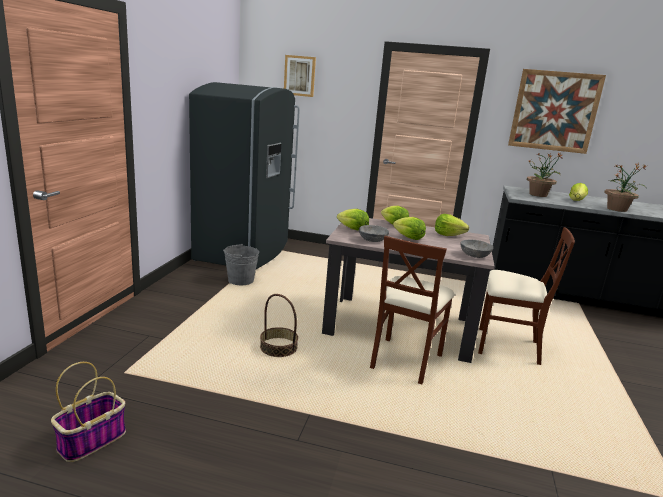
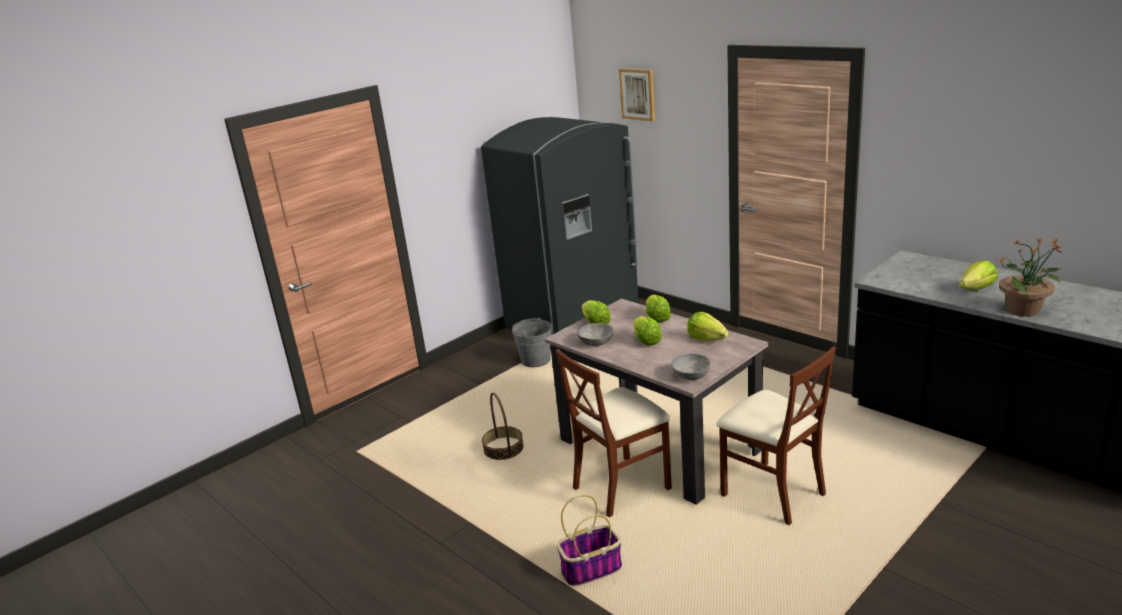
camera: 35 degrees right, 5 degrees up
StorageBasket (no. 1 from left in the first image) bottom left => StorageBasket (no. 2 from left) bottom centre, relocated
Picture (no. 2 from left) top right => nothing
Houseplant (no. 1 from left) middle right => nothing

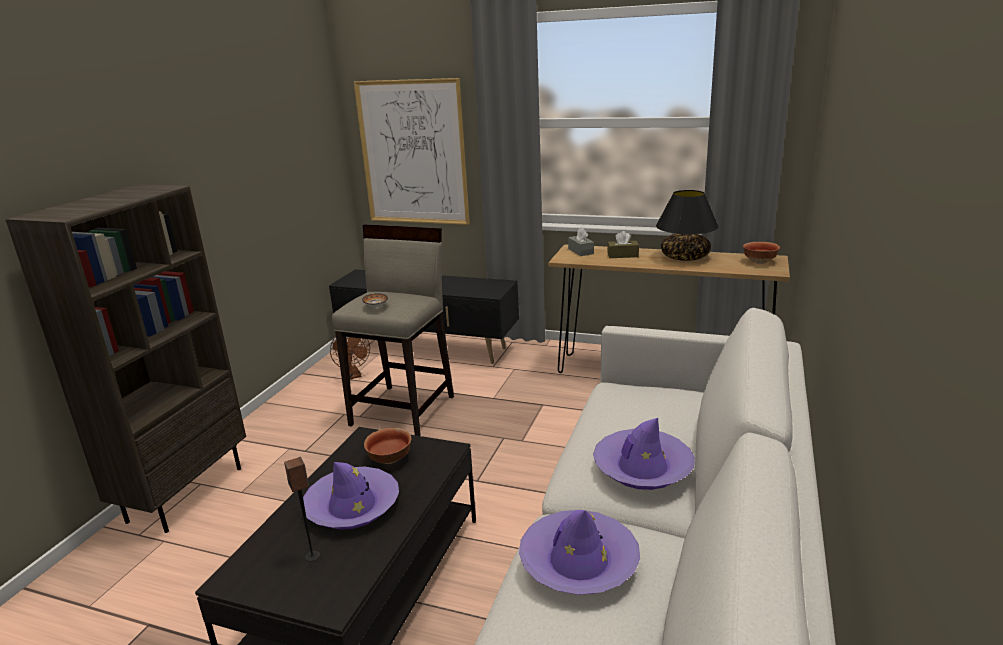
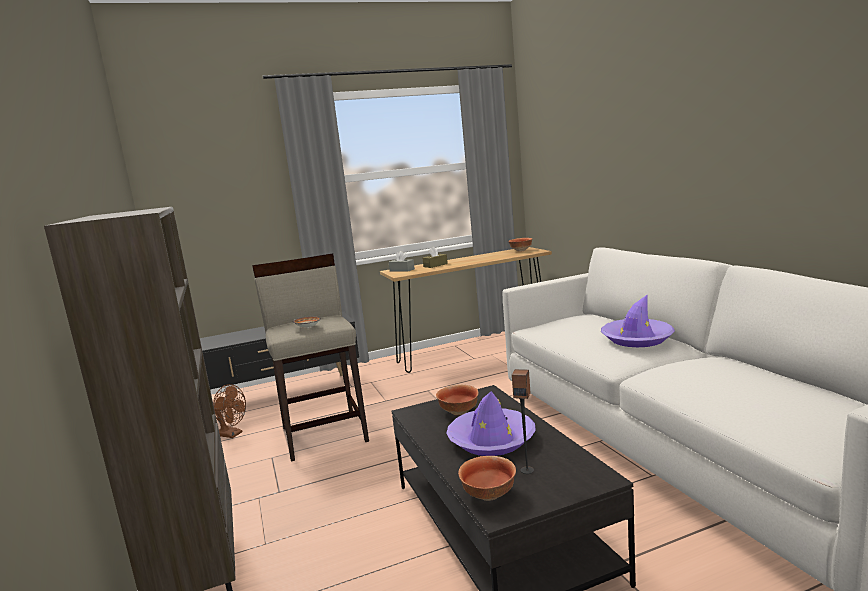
camera: 40 degrees left, 10 degrees down
Picture top centre => nothing
PurpleColouredWearableHat (no. 2 from left) bottom centre => nothing
BlackColouredLampForATable middle right => nothing
nothing => DeepDish (no. 3 from left) bottom centre

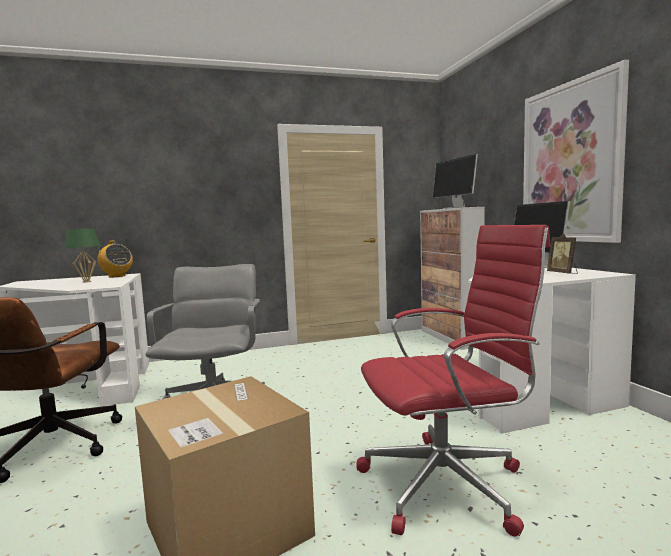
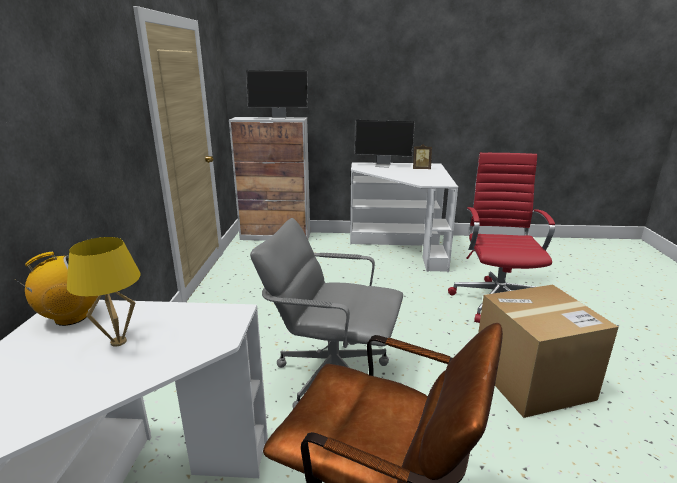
camera: 70 degrees left, 15 degrees up
GreenLampForATable middle left => YellowishLampForATable middle left
Picture top right => nothing

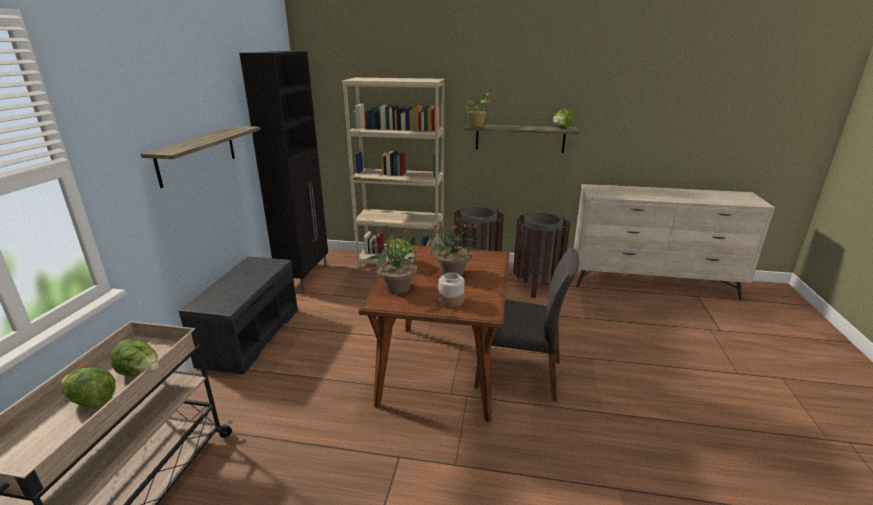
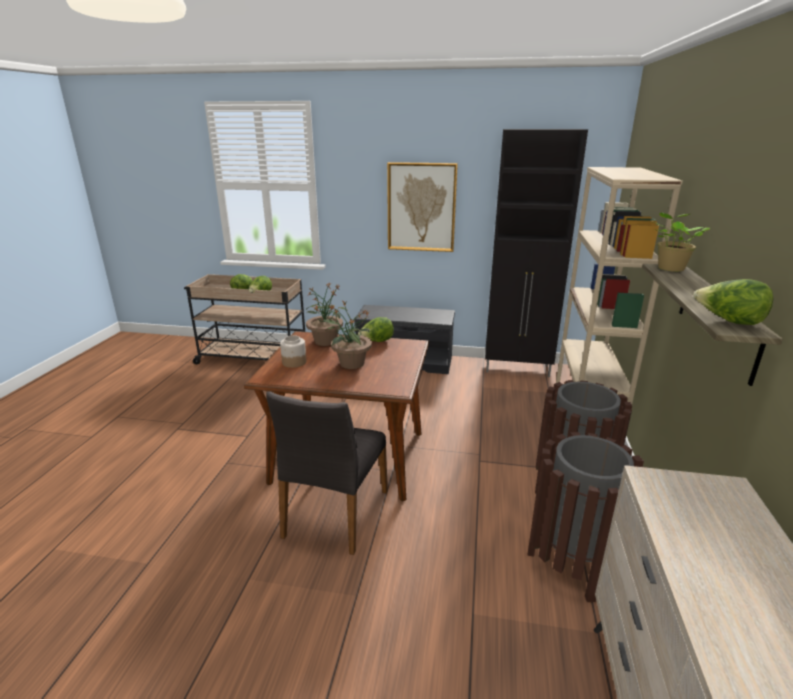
camera: 90 degrees right, 0 degrees up
WallShelf (no. 1 from left) top left => Picture top centre

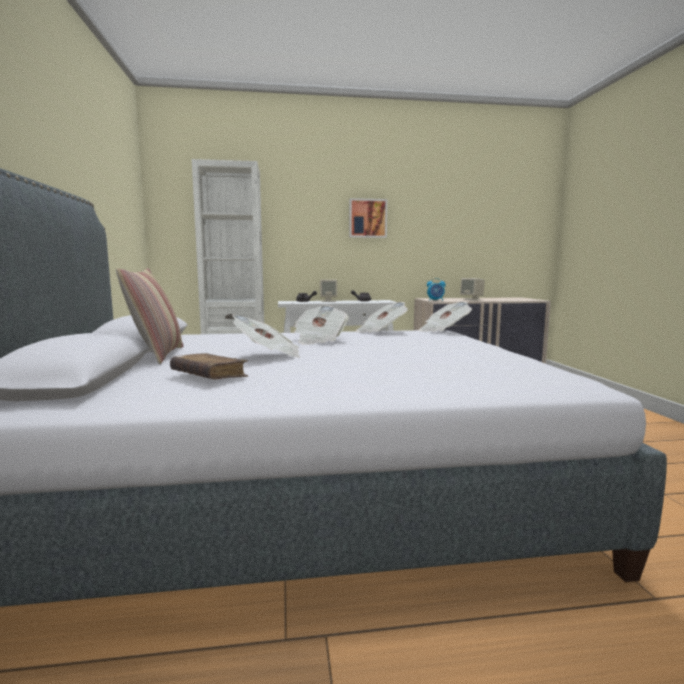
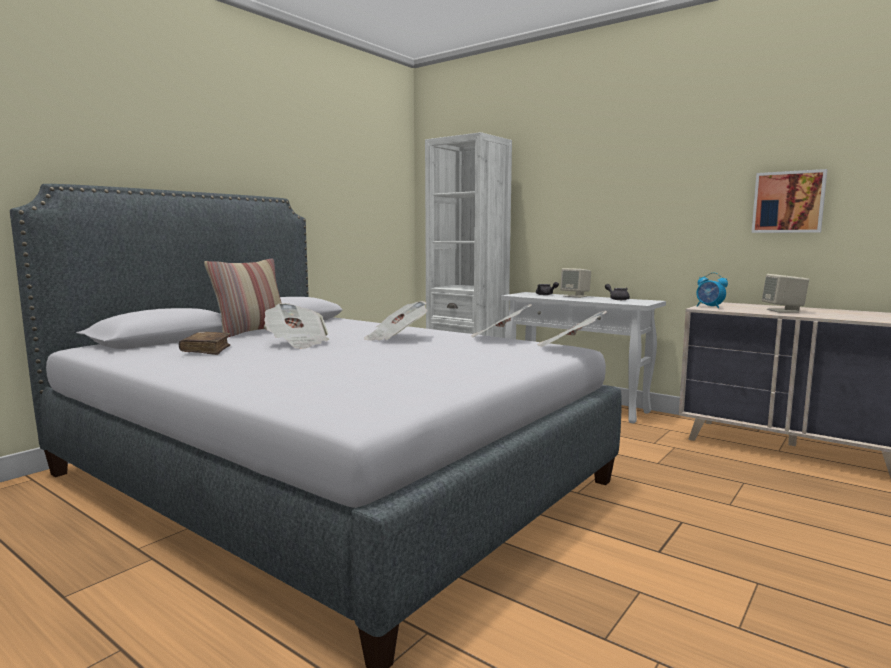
camera: 45 degrees right, 0 degrees up
Picture top centre => Picture top right, relocated

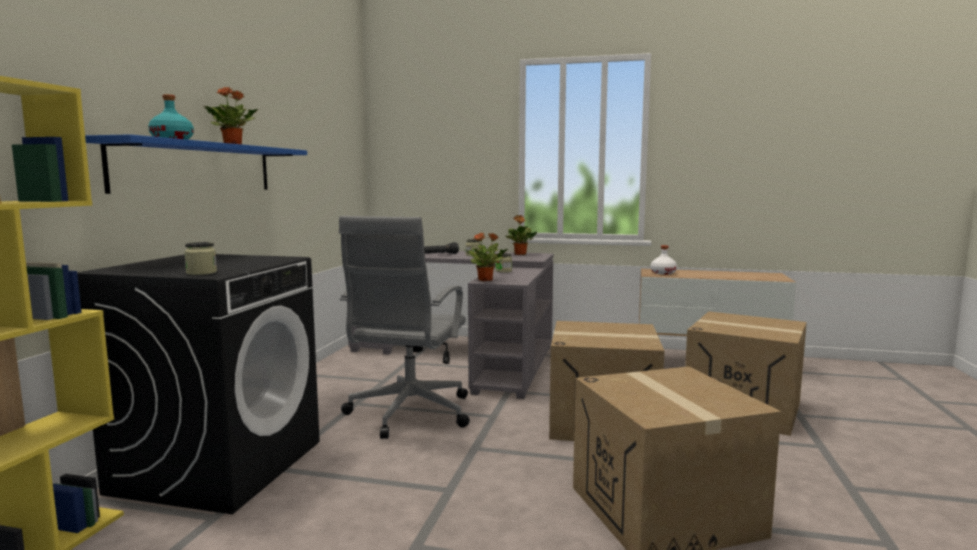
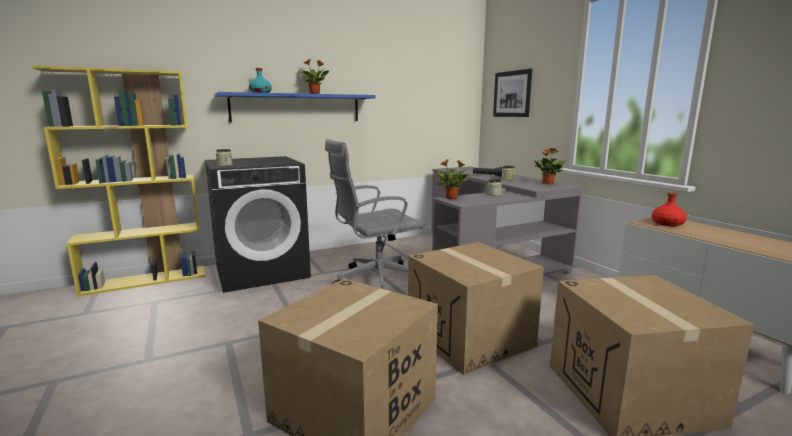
camera: 50 degrees right, 5 degrees up
WhiteBeverageBottle middle right => ReddishBeverageBottle middle right
nothing => Picture top centre

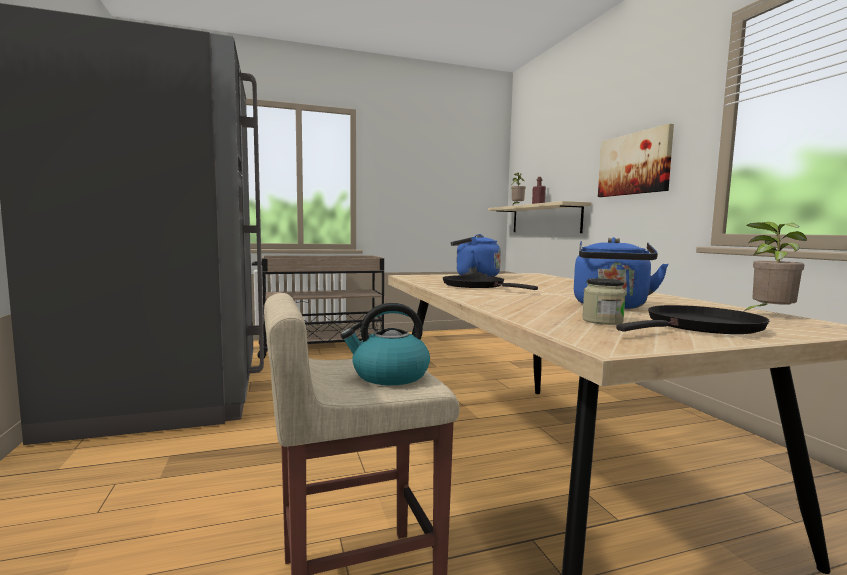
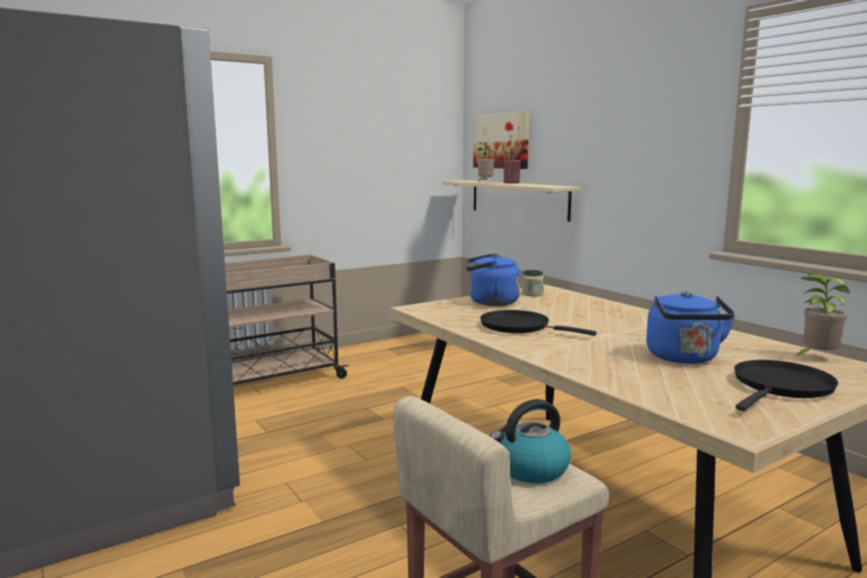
camera: 15 degrees left, 5 degrees up
PreserveJar middle right => PreserveJar centre, relocated
Picture top right => Picture top centre, relocated

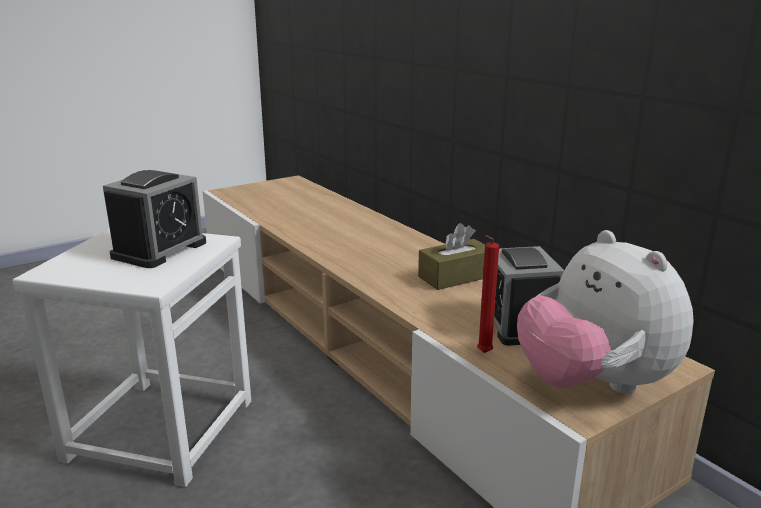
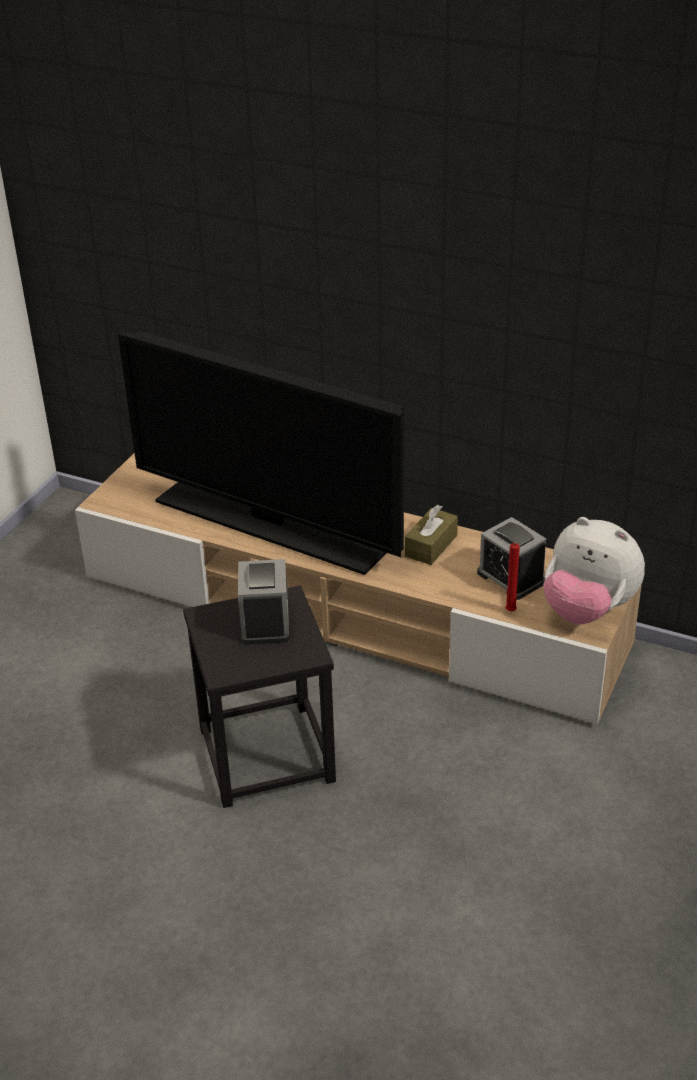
camera: 30 degrees left, 15 degrees up
WhiteSittingStool bottom left => BlackColouredSittingStool centre
nothing => Tv centre

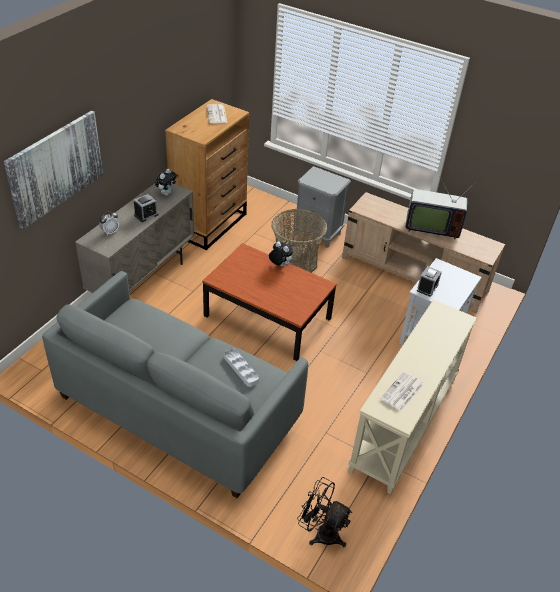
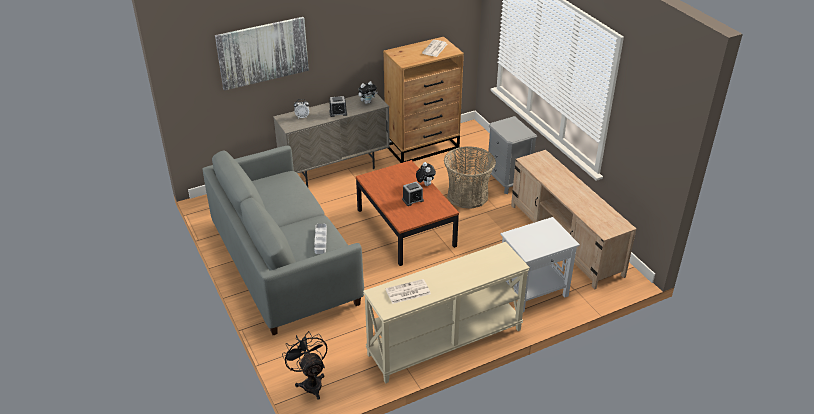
camera: 35 degrees right, 5 degrees down
Tv middle right => nothing
TableClock (no. 3 from left) middle right => TableClock (no. 3 from left) centre, relocated

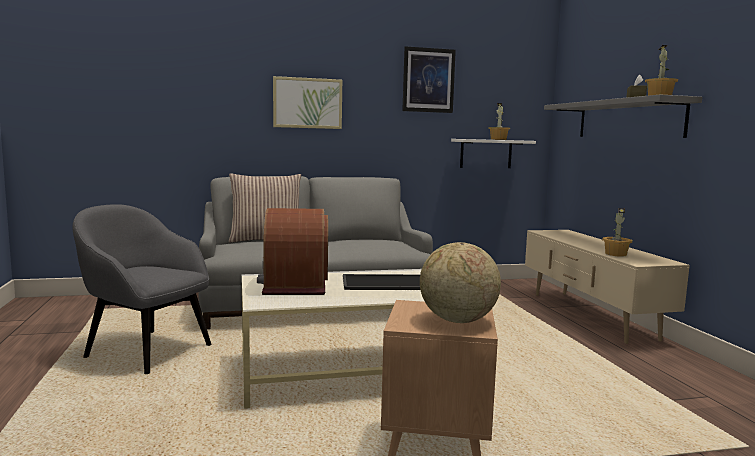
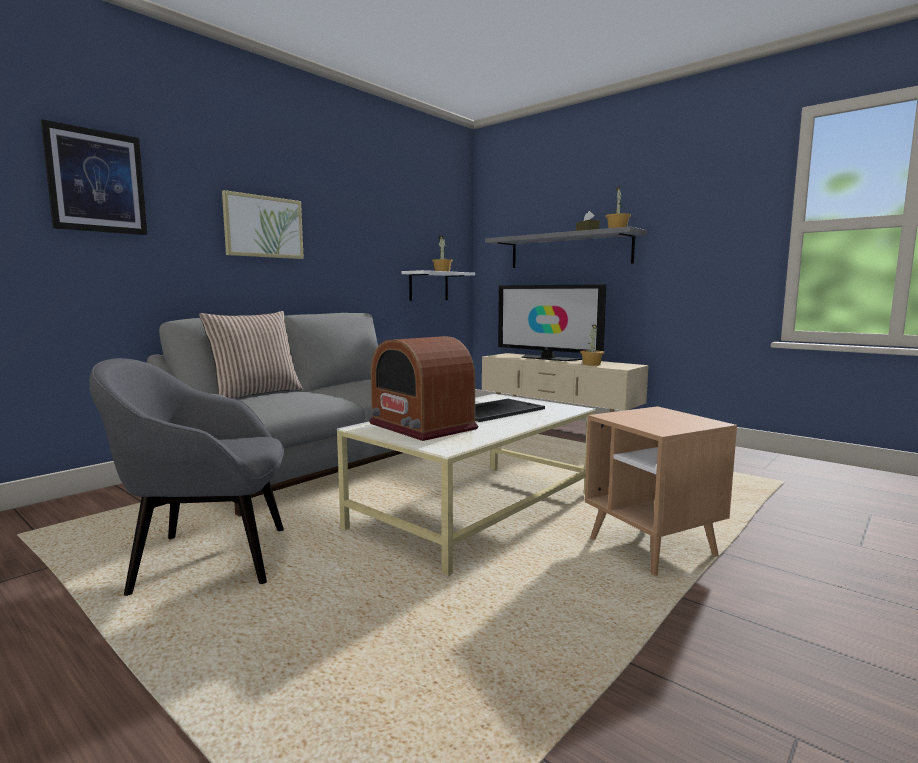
camera: 35 degrees left, 0 degrees up
Picture (no. 2 from left in the first image) top centre => Picture (no. 1 from left) top left, relocated
Globe centre => nothing
nothing => Tv centre

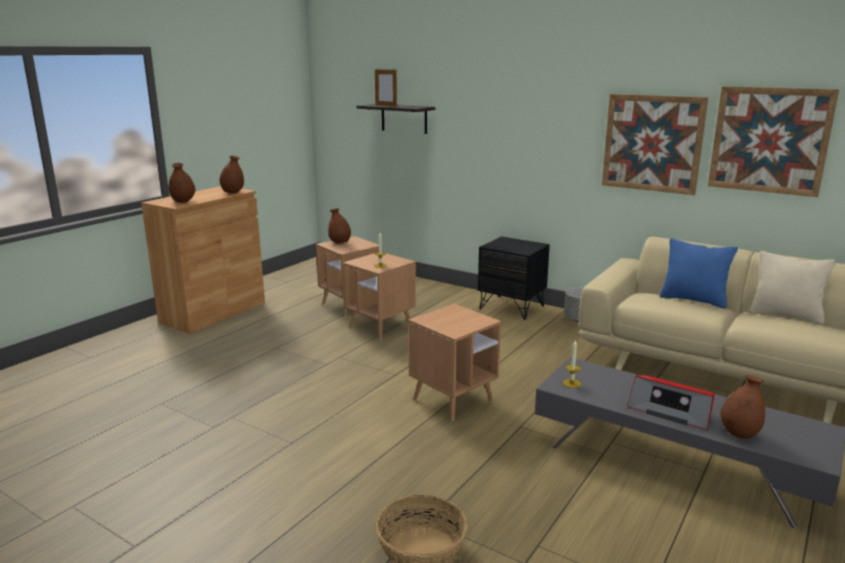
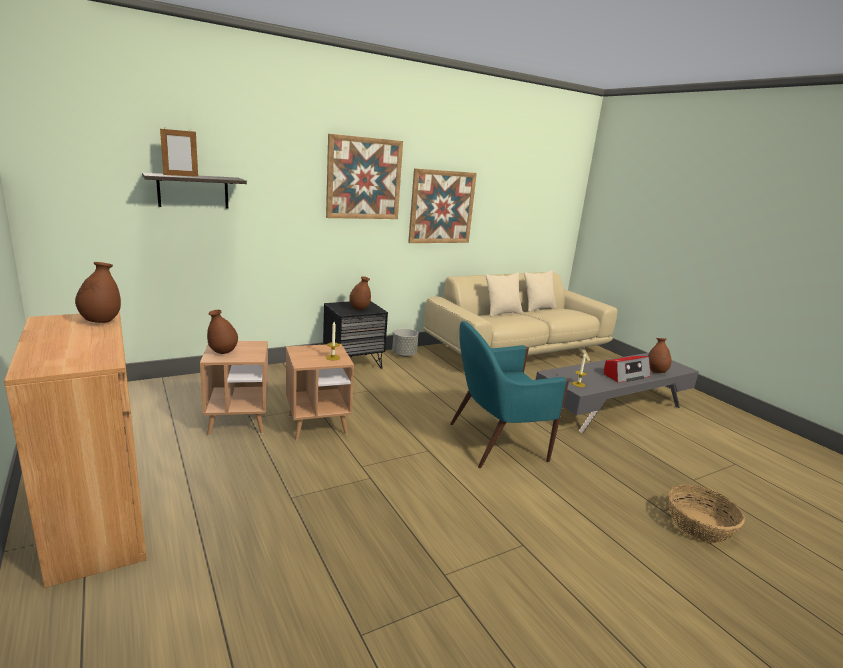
camera: 65 degrees left, 0 degrees up
BrownColouredVase (no. 1 from left in the first image) top left => BrownColouredVase (no. 3 from left) centre, relocated
BrownColouredEndTable (no. 3 from left) centre => TurquoiseEasyChair centre
BlueThrowPillow middle right => BeigeThrowPillow (no. 1 from left) centre
Picture (no. 2 from left in the first image) top right => Picture (no. 1 from left) top centre, relocated

